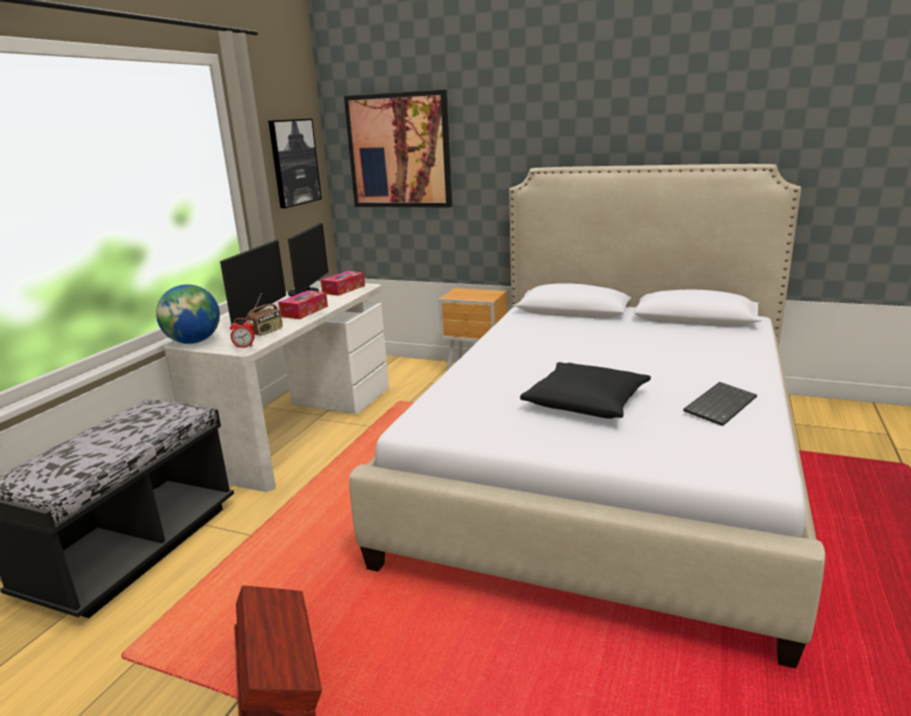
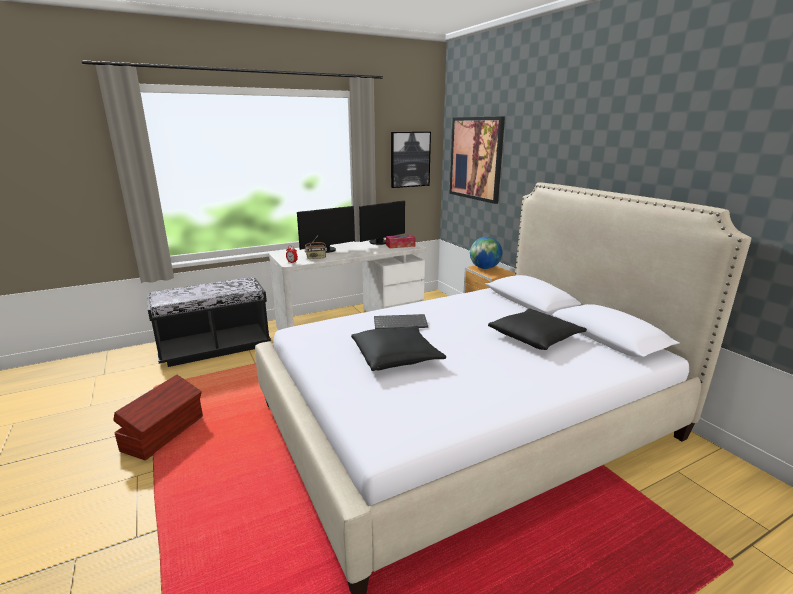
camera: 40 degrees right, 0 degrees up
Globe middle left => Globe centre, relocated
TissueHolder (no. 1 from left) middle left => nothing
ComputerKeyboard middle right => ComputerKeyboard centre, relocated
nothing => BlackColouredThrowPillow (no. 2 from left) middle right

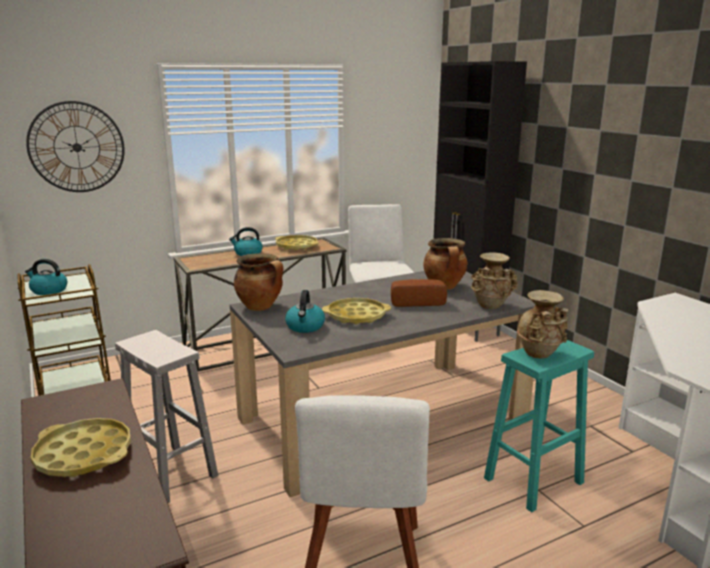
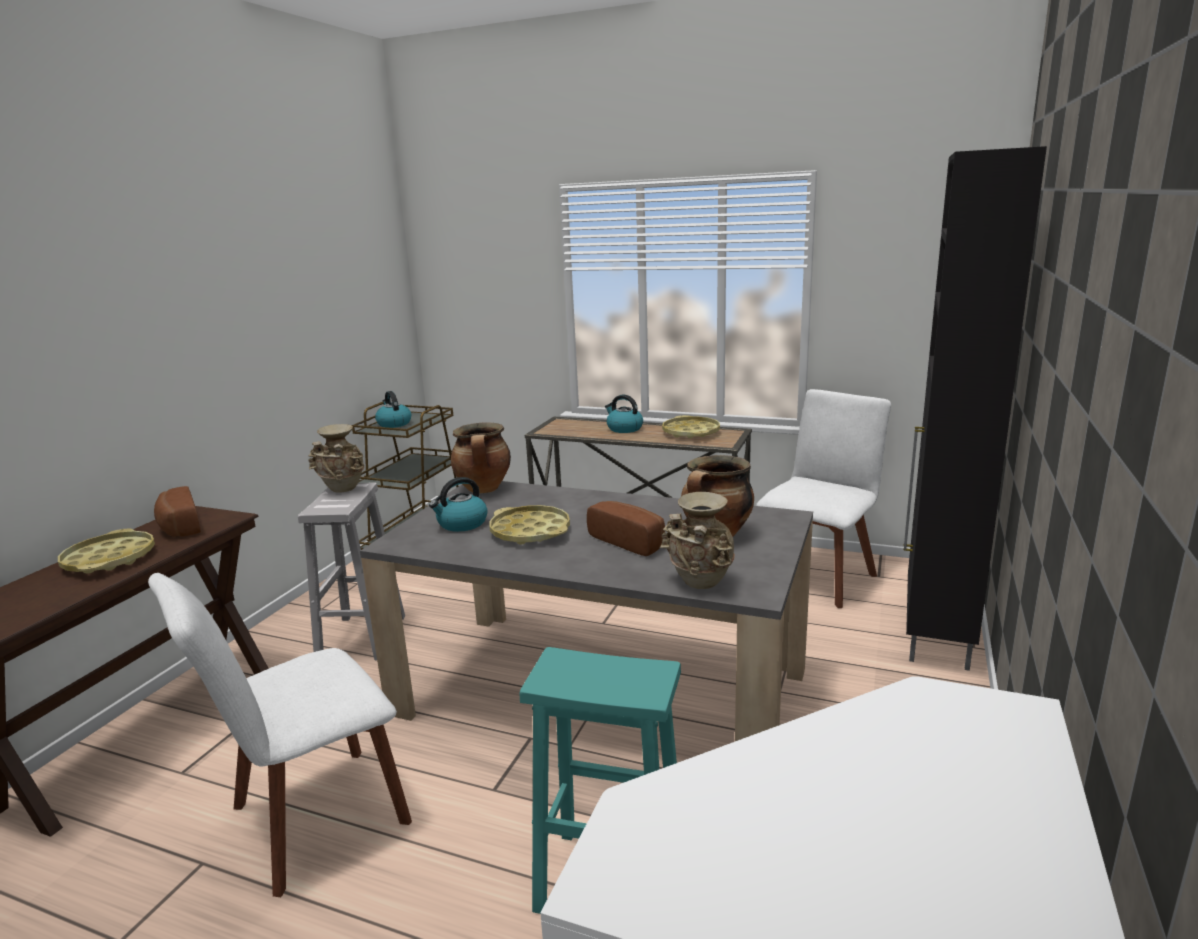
camera: 50 degrees right, 0 degrees up
HangingClock top left => nothing
BeigeVase (no. 2 from left in the first image) middle right => BeigeVase (no. 1 from left) middle left, relocated
nothing => Bread (no. 1 from left) middle left

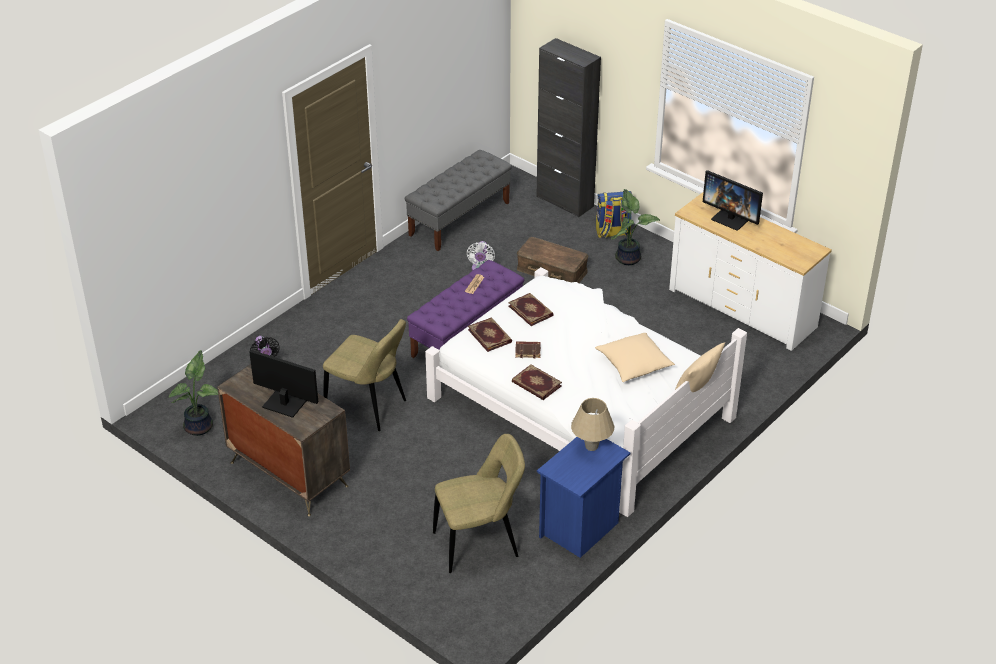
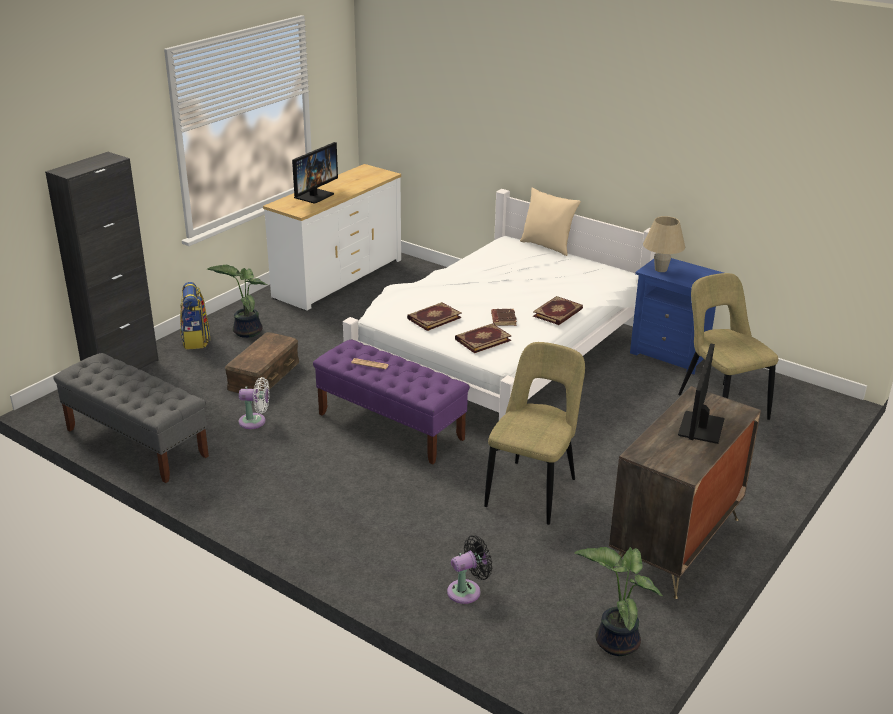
camera: 95 degrees left, 10 degrees down
BeigeThrowPillow (no. 1 from left) centre => nothing

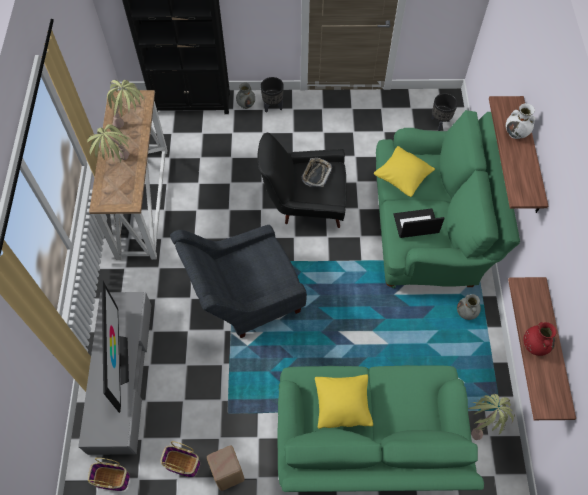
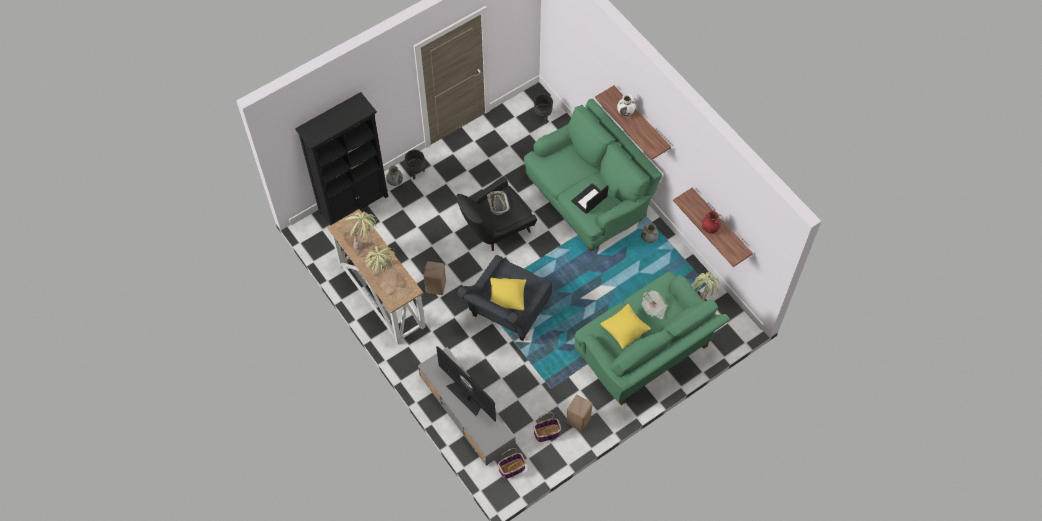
camera: 35 degrees left, 0 degrees up
YellowishThrowPillow (no. 2 from left in the first image) middle right => YellowishThrowPillow (no. 1 from left) centre, relocated
nothing => BeigeSittingStool (no. 1 from left) centre
nothing => Newspaper centre

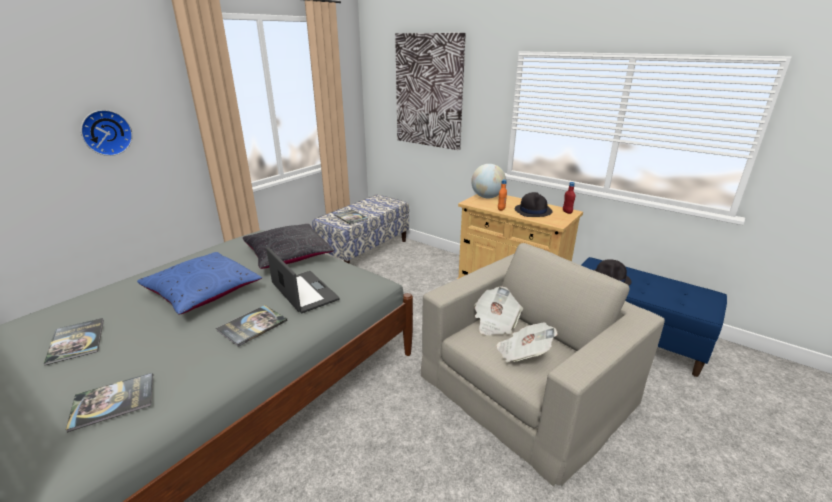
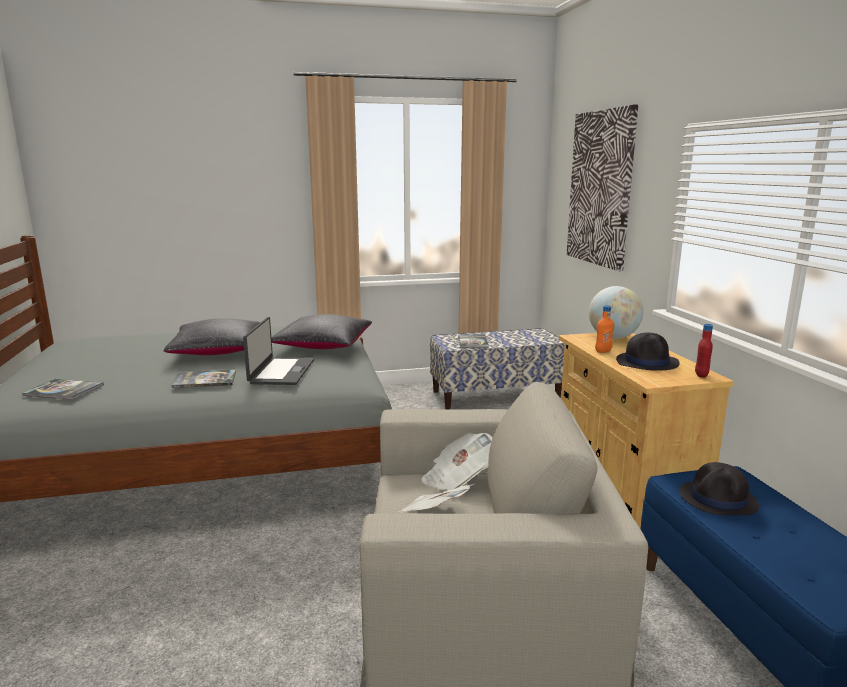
camera: 40 degrees right, 10 degrees down
Book (no. 1 from left) bottom left => nothing
HangingClock top left => nothing
BlueThrowPillow middle left => BlackColouredThrowPillow (no. 1 from left) middle left

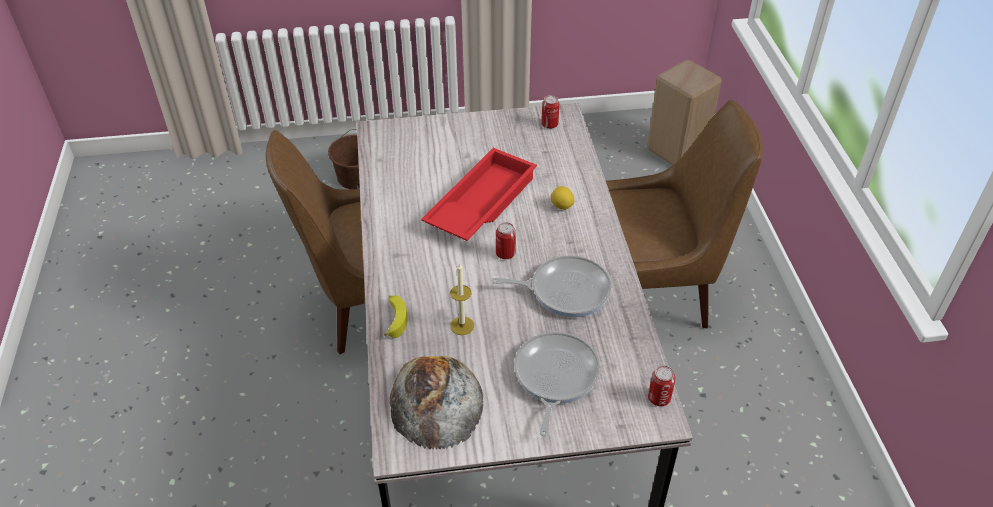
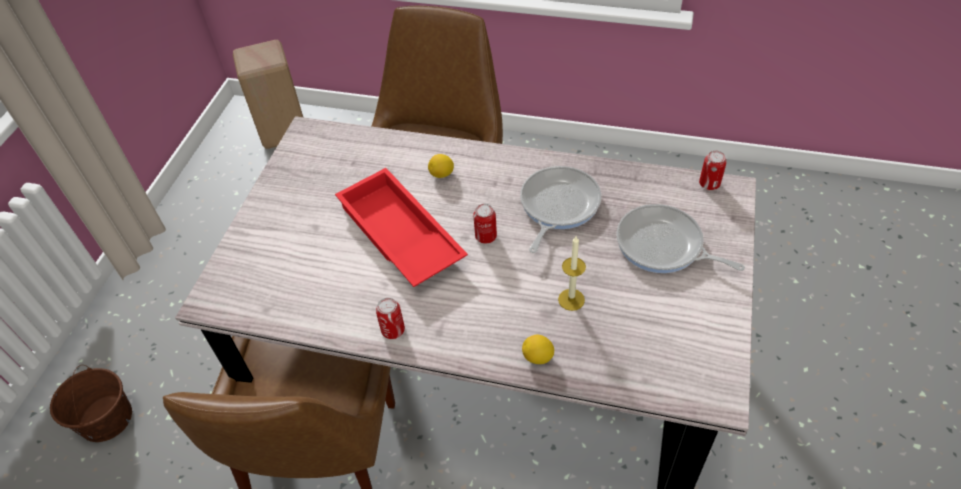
camera: 65 degrees left, 5 degrees up
Banana centre => WholeLemon (no. 2 from left) bottom centre
Bread bottom centre => nothing
Can (no. 2 from left in the first image) top centre => Can (no. 1 from left) centre, relocated

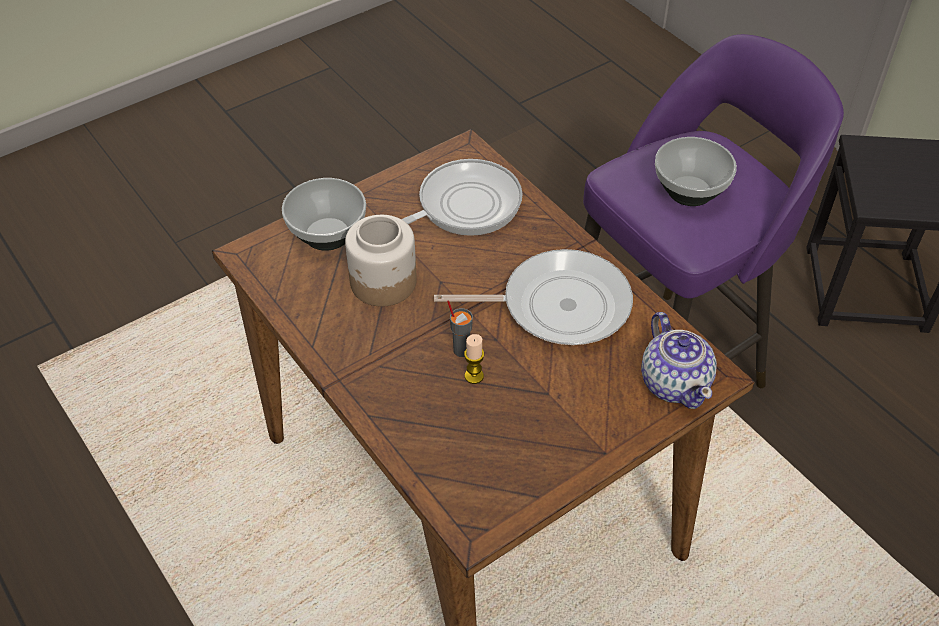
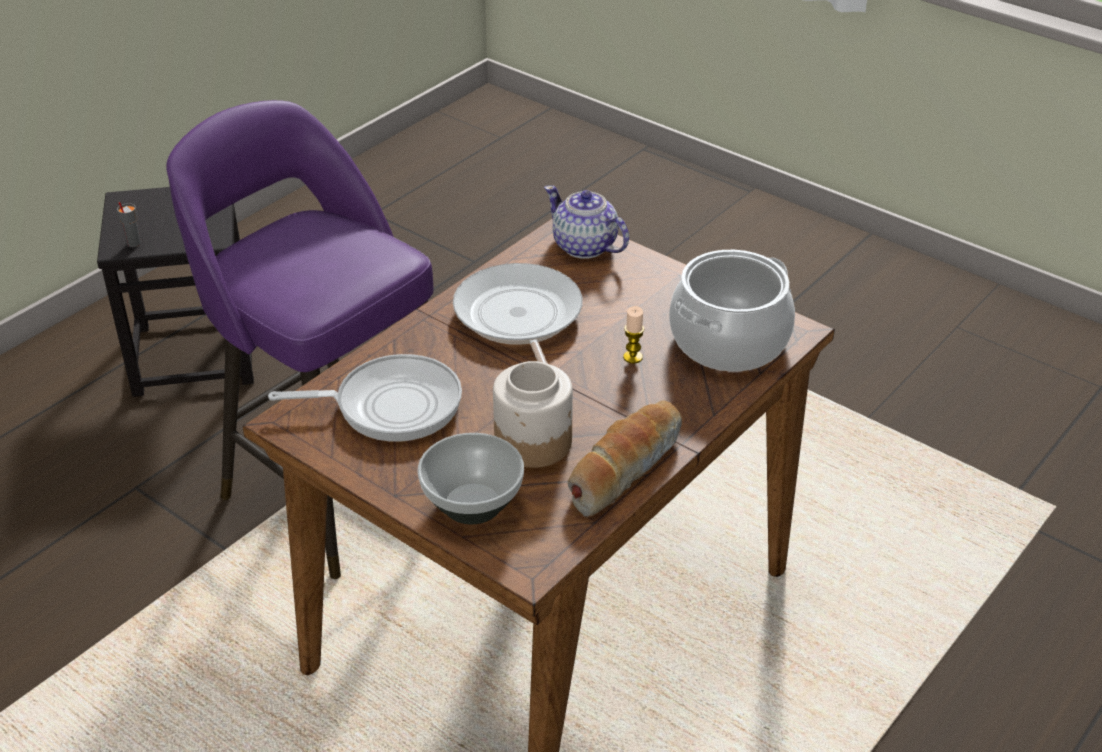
camera: 105 degrees left, 10 degrees down
Skillet (no. 1 from left) top centre => Skillet (no. 1 from left) middle left, 135 degrees clockwise
GrayCup centre => GrayCup top left, relocated
PotForTea middle right => PotForTea top centre, 105 degrees counterclockwise
DeepDish (no. 2 from left) top right => nothing
nothing => Bread centre
nothing => CookingPot centre

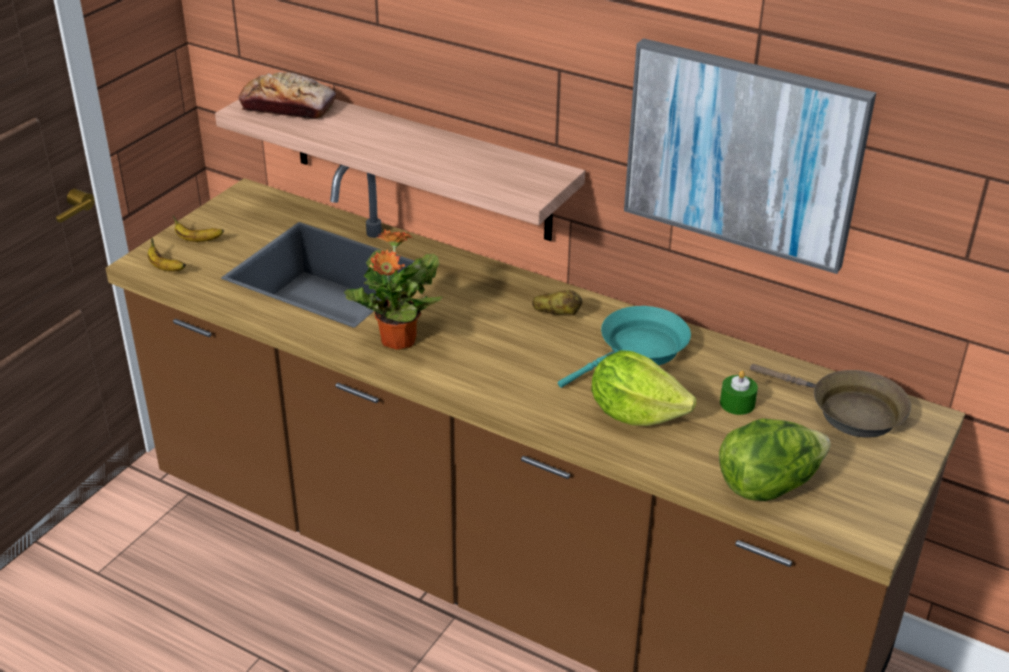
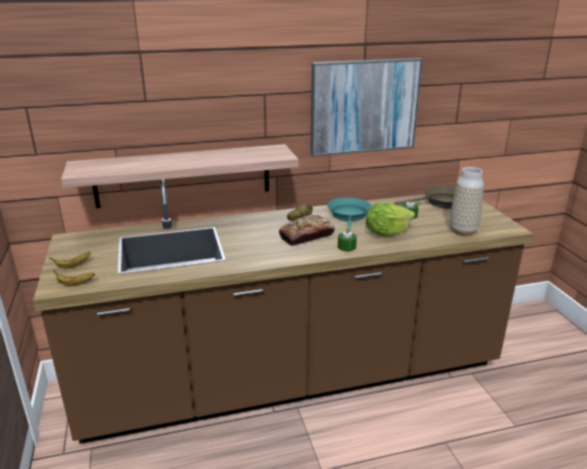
camera: 45 degrees left, 10 degrees down
Bread top left => Bread centre, relocated
Houseplant centre => nothing
LettuceHead (no. 2 from left) bottom right => Vase middle right
nothing => GreenWaxLight (no. 1 from left) centre

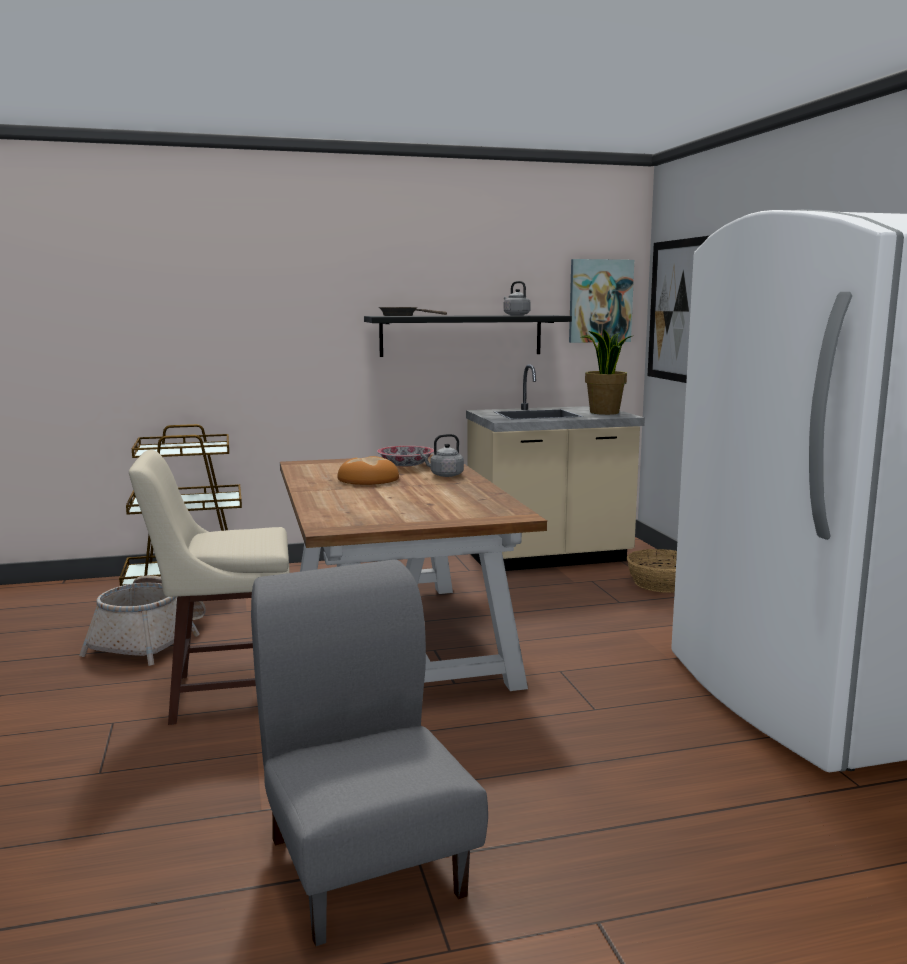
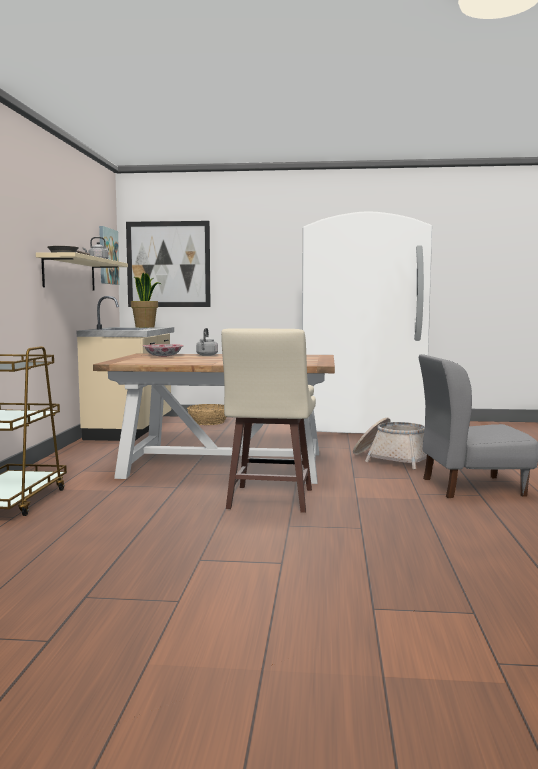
camera: 70 degrees left, 5 degrees down
StorageBasket (no. 1 from left in the first image) middle left => StorageBasket (no. 2 from left) middle right, relocated
Bread centre => nothing
BlackColouredWallShelf centre => BeigeWallShelf middle left

